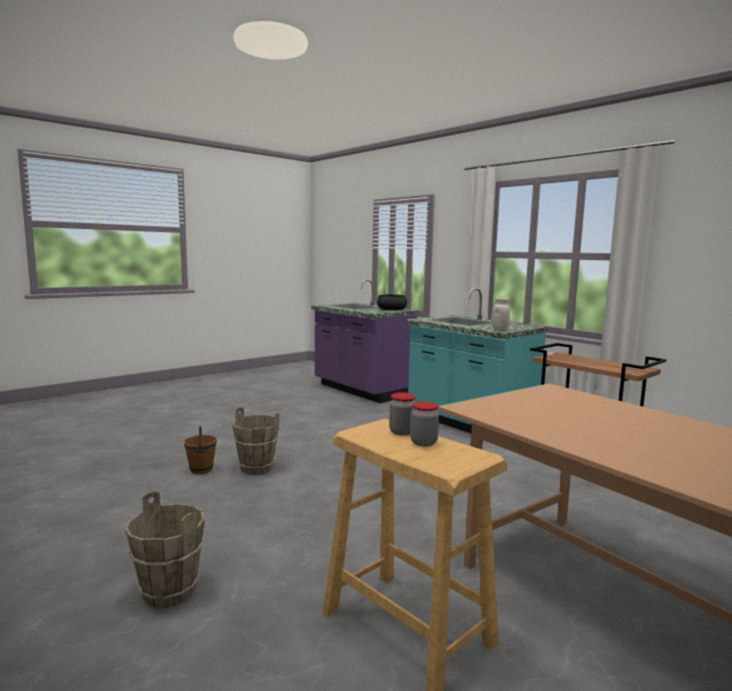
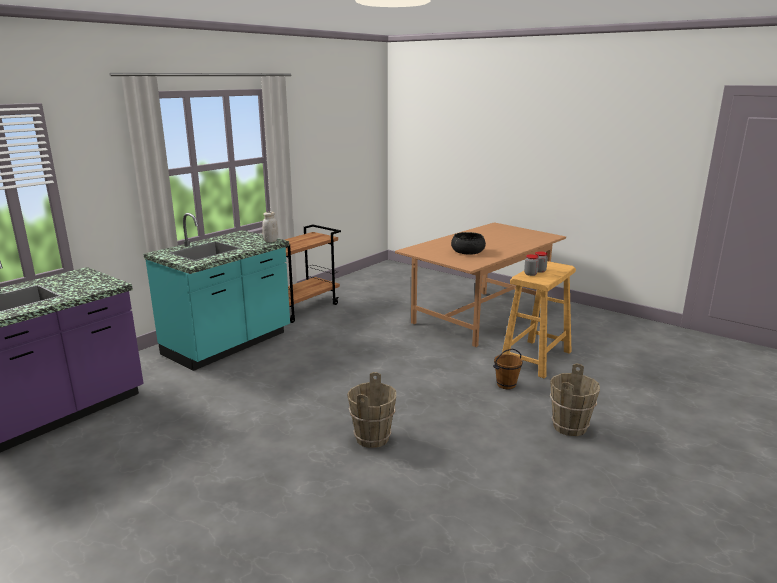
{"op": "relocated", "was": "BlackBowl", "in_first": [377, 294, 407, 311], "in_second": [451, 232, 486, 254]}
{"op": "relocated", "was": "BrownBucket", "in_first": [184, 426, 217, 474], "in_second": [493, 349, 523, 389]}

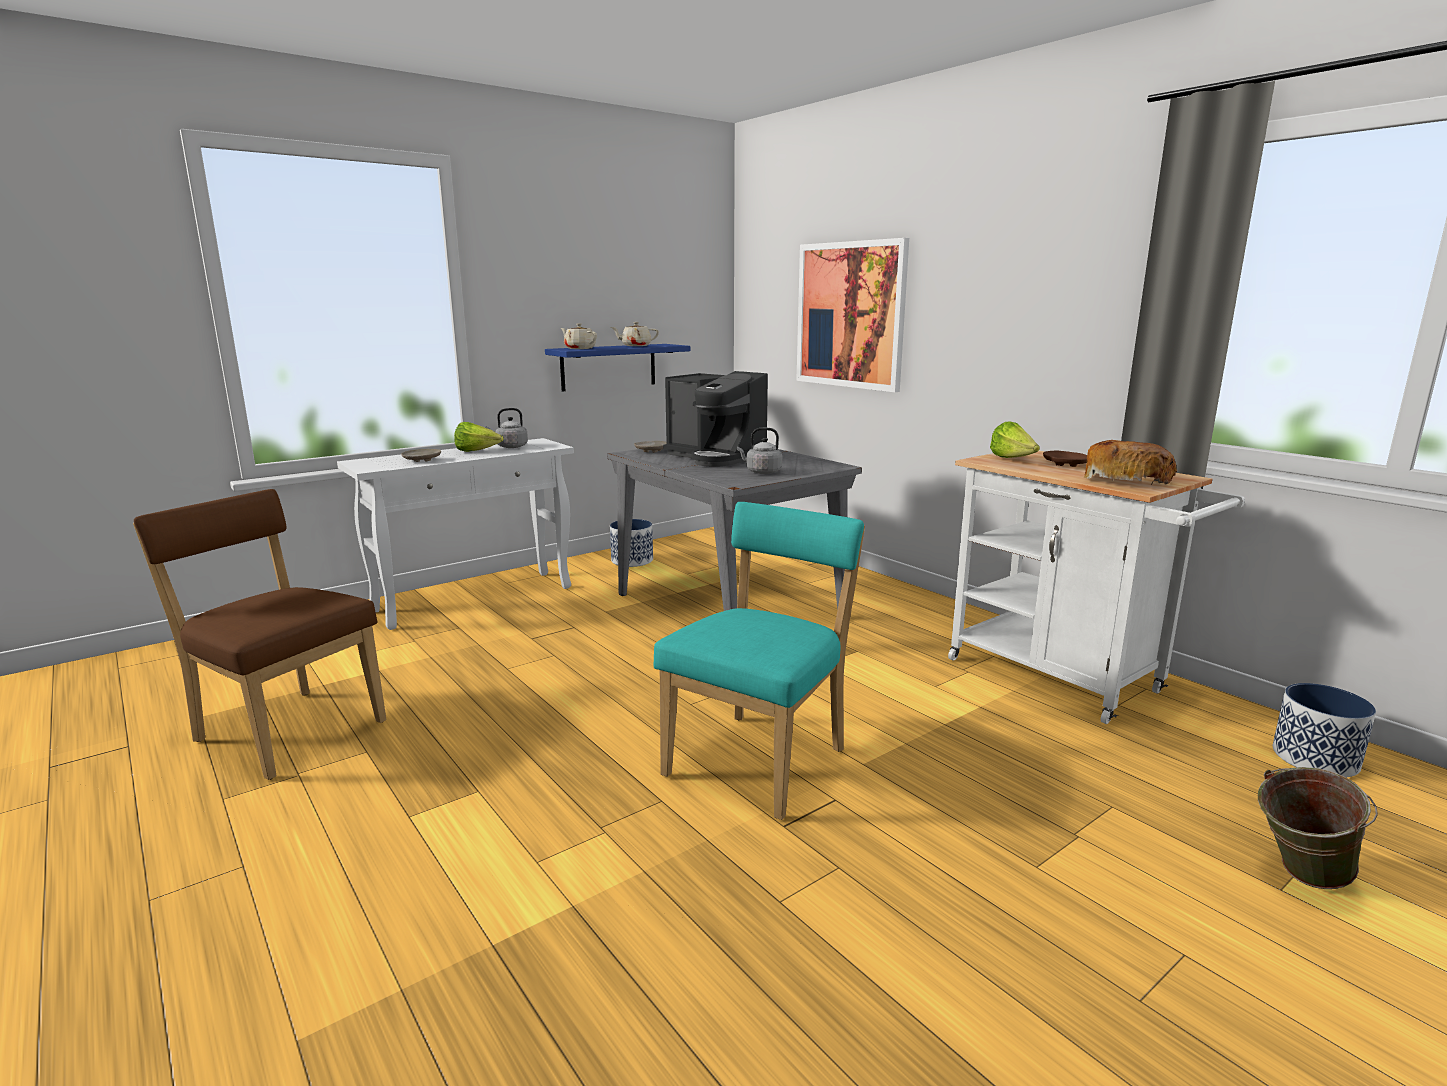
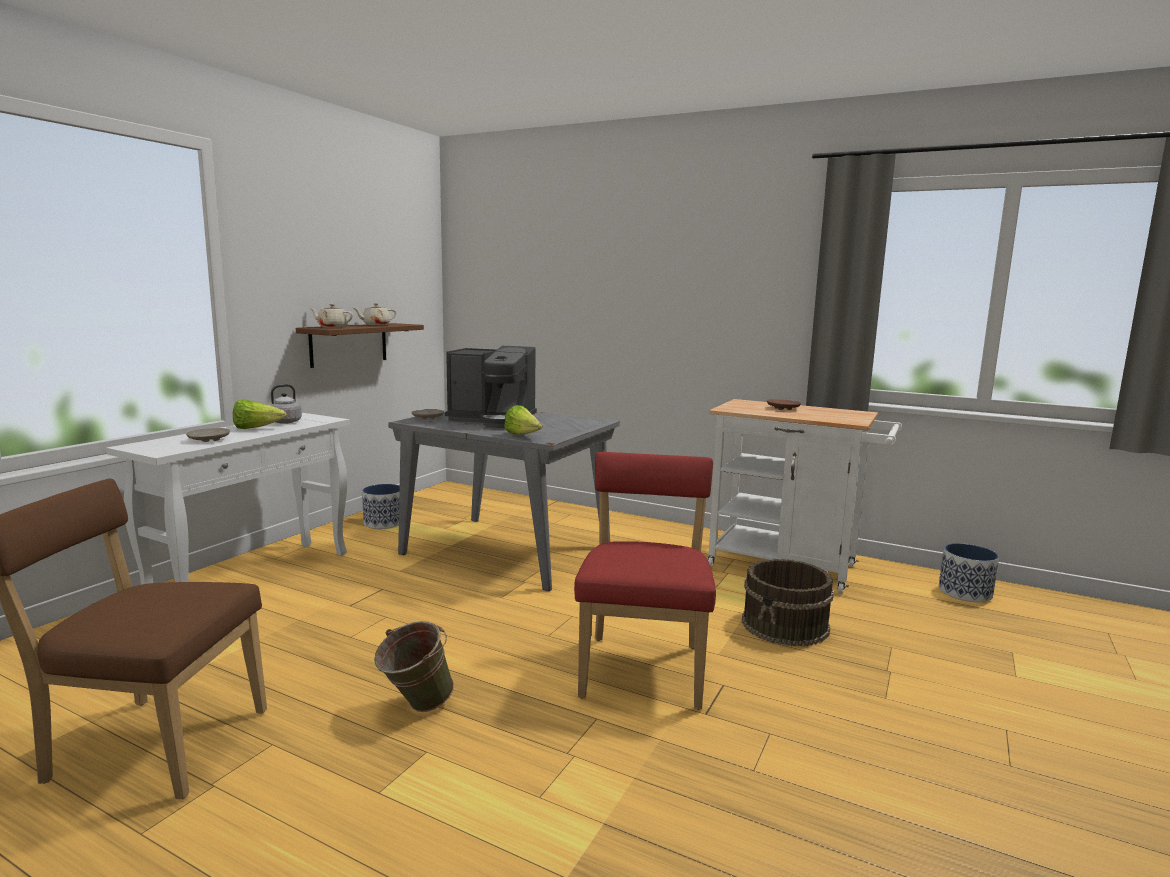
{"op": "colour", "was": "BlueShelf", "now": "BrownShelf", "in_first": [545, 344, 690, 392], "in_second": [296, 323, 424, 368]}
{"op": "relocated", "was": "GreenBucket", "in_first": [1258, 767, 1378, 889], "in_second": [374, 621, 454, 712]}
{"op": "relocated", "was": "Lettuce", "in_first": [990, 421, 1040, 458], "in_second": [504, 405, 542, 435]}
{"op": "colour", "was": "TurquoiseChair", "now": "RedChair", "in_first": [653, 502, 865, 820], "in_second": [574, 452, 716, 710]}
{"op": "appeared", "now": "BrownBucket", "in_second": [742, 559, 834, 646]}
{"op": "missing", "was": "GreyKettle", "in_first": [737, 428, 782, 474]}
{"op": "missing", "was": "Picture", "in_first": [796, 238, 909, 392]}
{"op": "missing", "was": "Bread", "in_first": [1084, 440, 1177, 486]}

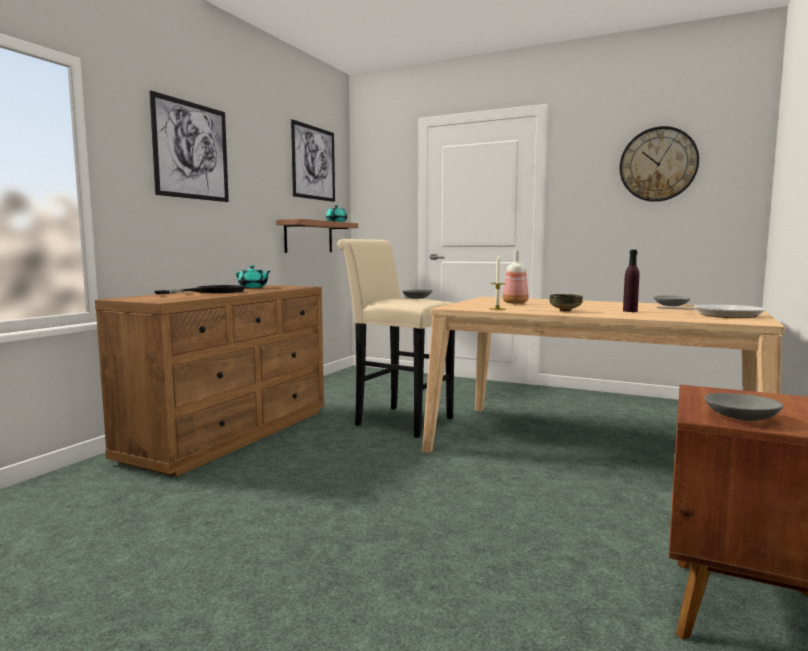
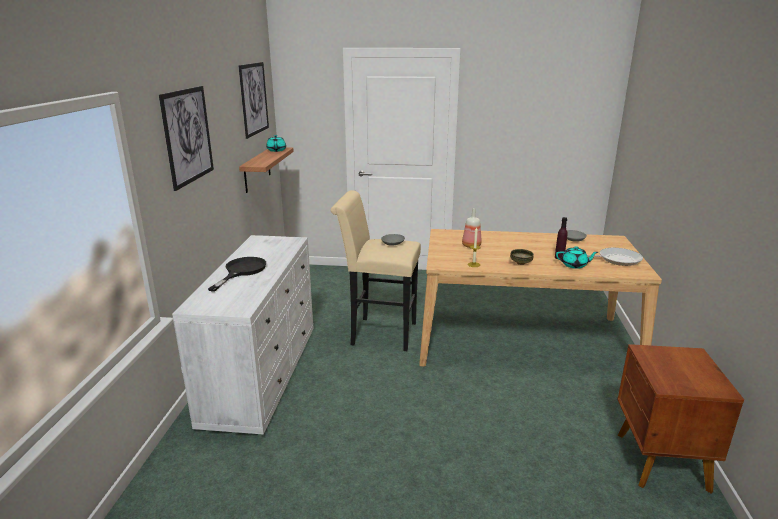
{"op": "colour", "was": "BrownDresser", "now": "WhiteDresser", "in_first": [95, 285, 324, 477], "in_second": [172, 235, 314, 434]}
{"op": "relocated", "was": "TurquoiseTeapot", "in_first": [236, 265, 270, 288], "in_second": [556, 247, 598, 269]}
{"op": "missing", "was": "WallClock", "in_first": [619, 126, 699, 202]}
{"op": "missing", "was": "GreyBowl", "in_first": [705, 393, 783, 421]}

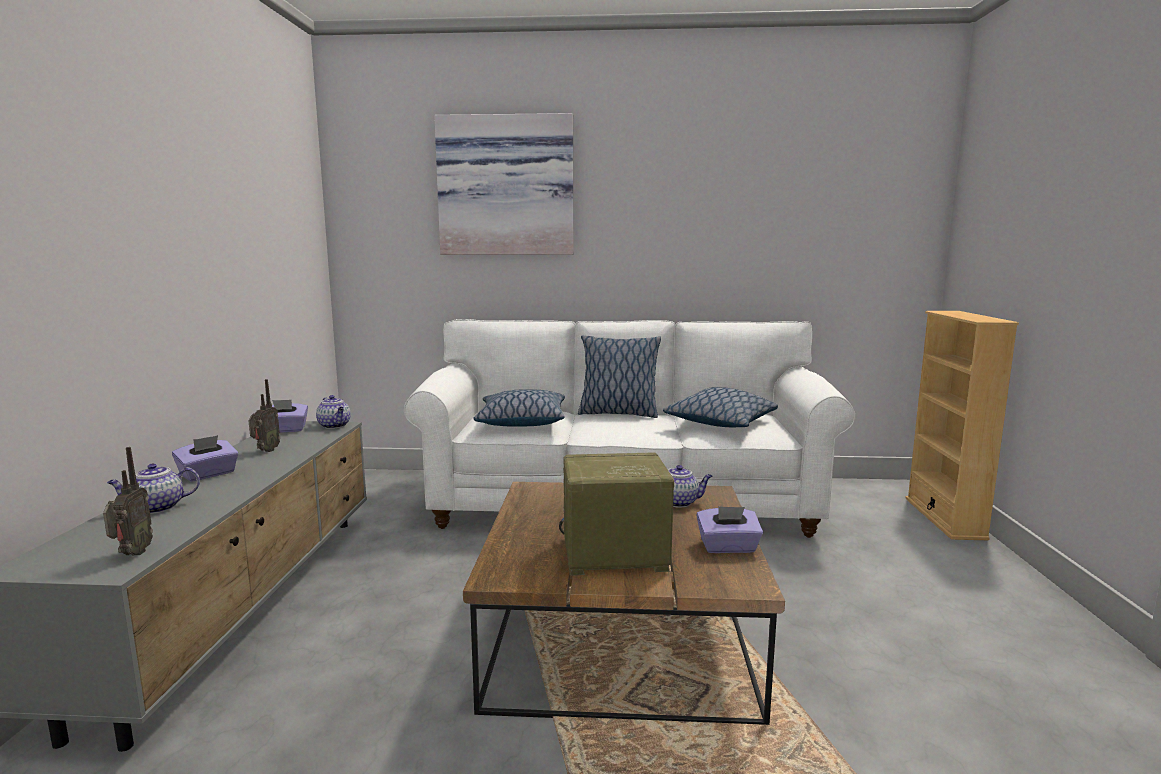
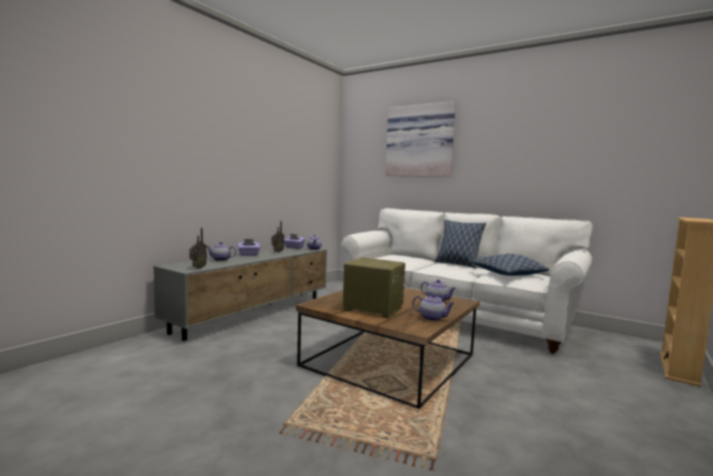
{"op": "exchanged", "was": "PurpleTissueBox", "now": "Teapot", "in_first": [696, 506, 763, 553], "in_second": [412, 294, 455, 321]}
{"op": "missing", "was": "Pillow", "in_first": [473, 389, 565, 427]}

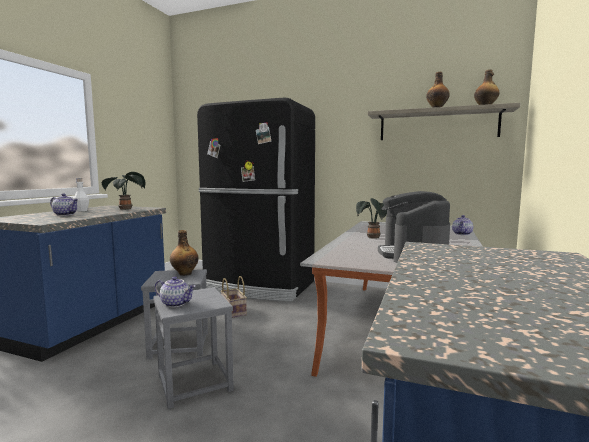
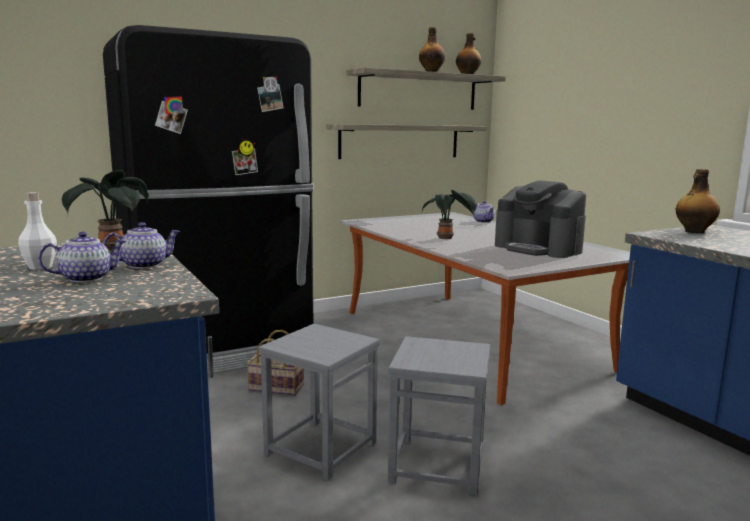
{"op": "relocated", "was": "Teapot", "in_first": [155, 276, 196, 307], "in_second": [103, 222, 180, 269]}
{"op": "appeared", "now": "Shelf", "in_second": [327, 124, 487, 159]}
{"op": "relocated", "was": "Bottle", "in_first": [170, 230, 198, 276], "in_second": [676, 169, 720, 233]}

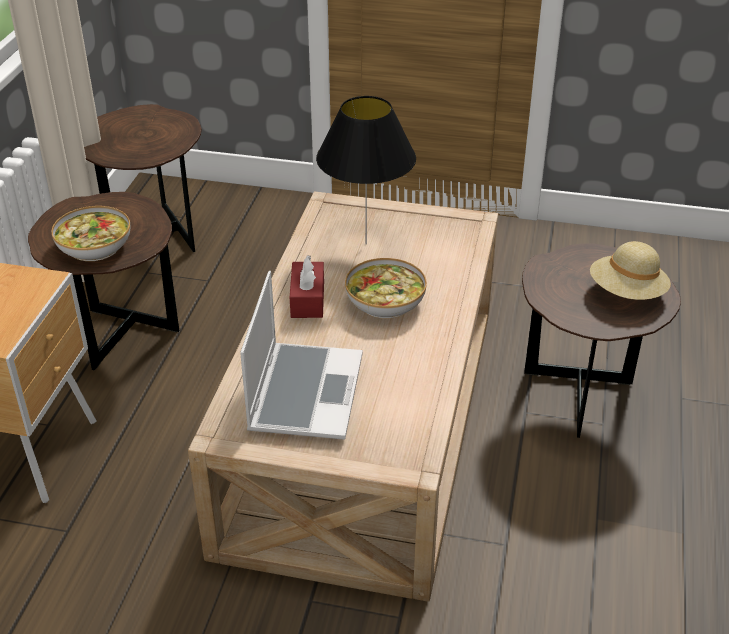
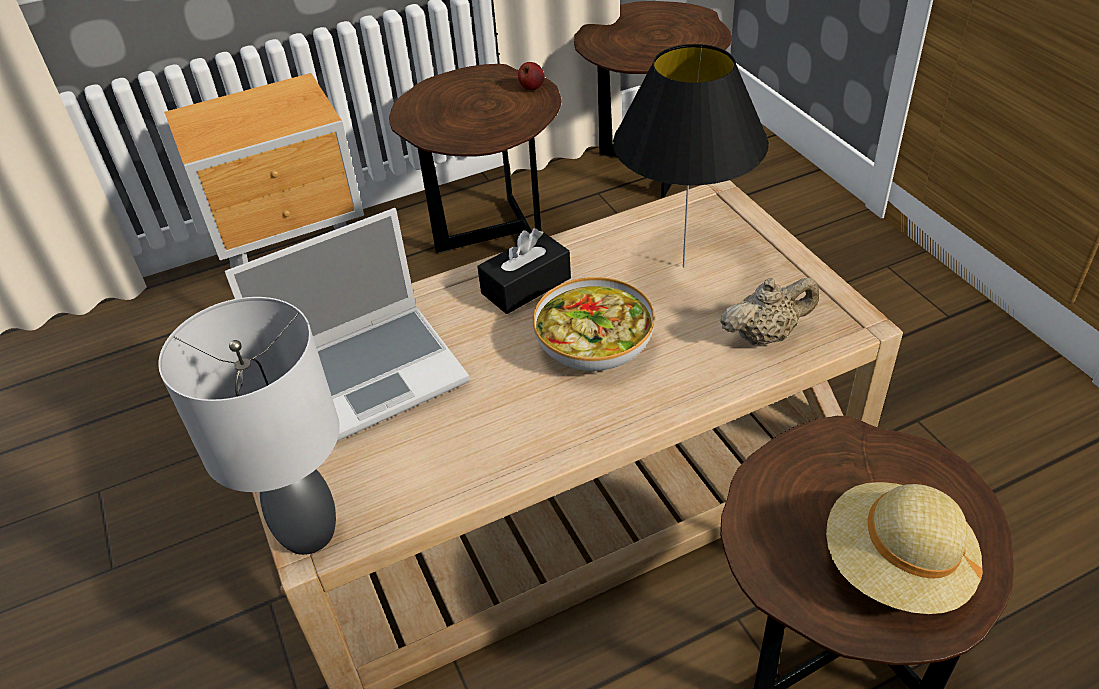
{"op": "appeared", "now": "GreyTableLamp", "in_second": [158, 297, 340, 555]}
{"op": "colour", "was": "RedTissueBox", "now": "BlackTissueBox", "in_first": [290, 255, 324, 318], "in_second": [477, 228, 571, 314]}
{"op": "appeared", "now": "Apple", "in_second": [518, 62, 545, 91]}
{"op": "appeared", "now": "BeigeTeapot", "in_second": [720, 278, 819, 345]}
{"op": "missing", "was": "Bowl", "in_first": [51, 206, 130, 261]}

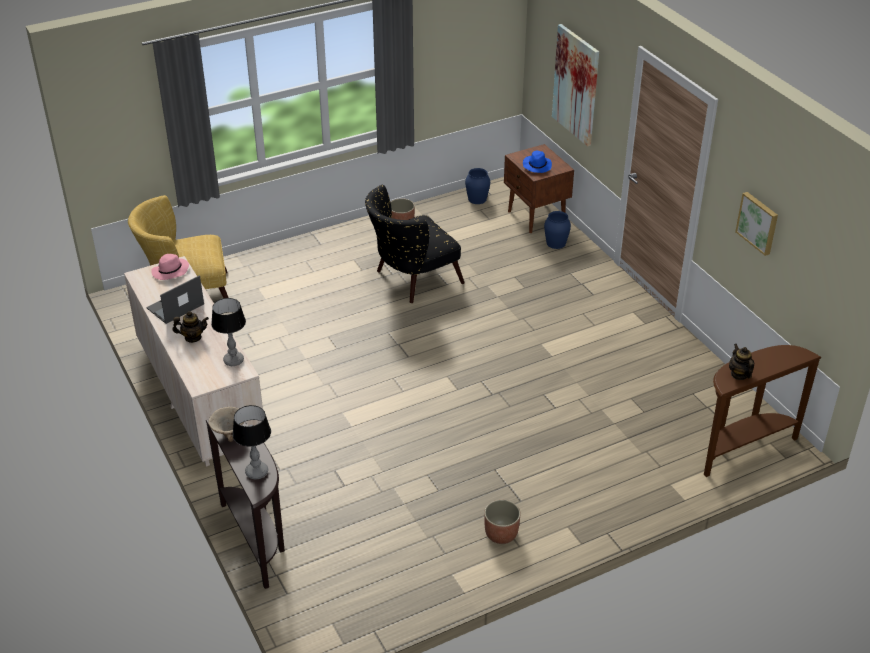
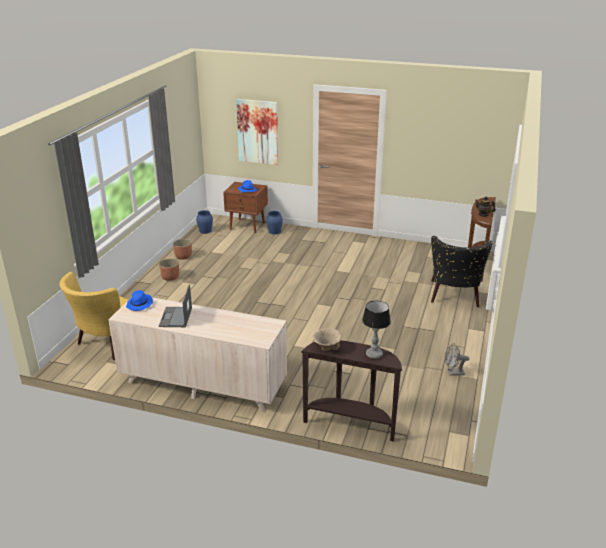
{"op": "colour", "was": "PinkHat", "now": "BlueHat", "in_first": [152, 254, 189, 280], "in_second": [126, 290, 153, 311]}
{"op": "relocated", "was": "Planter", "in_first": [484, 500, 521, 544], "in_second": [159, 259, 179, 281]}
{"op": "relocated", "was": "BlackArmchair", "in_first": [365, 185, 465, 303], "in_second": [431, 236, 493, 307]}
{"op": "appeared", "now": "GreyFan", "in_second": [445, 343, 470, 376]}
{"op": "missing", "was": "Teapot", "in_first": [172, 311, 209, 343]}
{"op": "missing", "was": "TableLamp", "in_first": [211, 298, 246, 366]}
{"op": "missing", "was": "Picture", "in_first": [735, 192, 778, 256]}

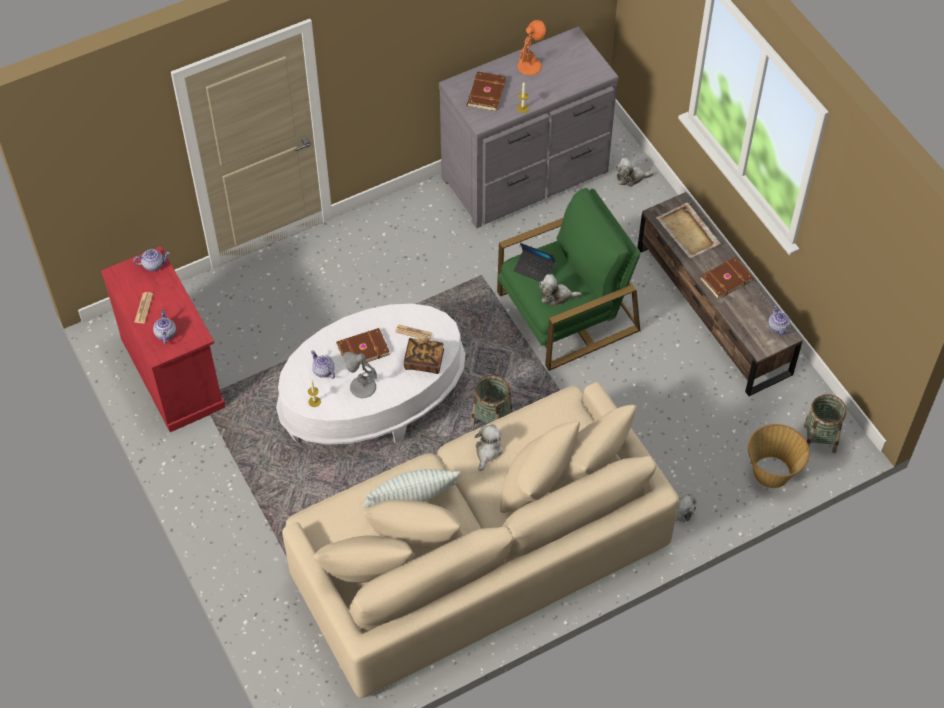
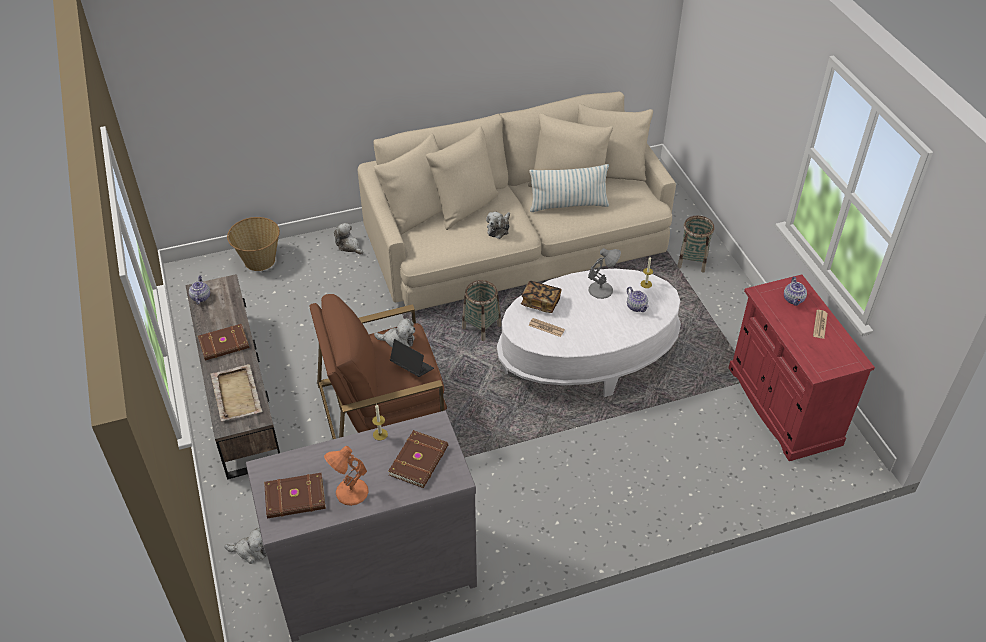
{"op": "relocated", "was": "BrownBook", "in_first": [336, 328, 390, 364], "in_second": [264, 473, 326, 519]}
{"op": "colour", "was": "GreenArmchair", "now": "BrownArmchair", "in_first": [497, 188, 640, 371], "in_second": [309, 294, 447, 439]}
{"op": "relocated", "was": "Basket", "in_first": [803, 394, 847, 453], "in_second": [677, 216, 714, 273]}
{"op": "missing", "was": "Teapot", "in_first": [133, 249, 170, 271]}

